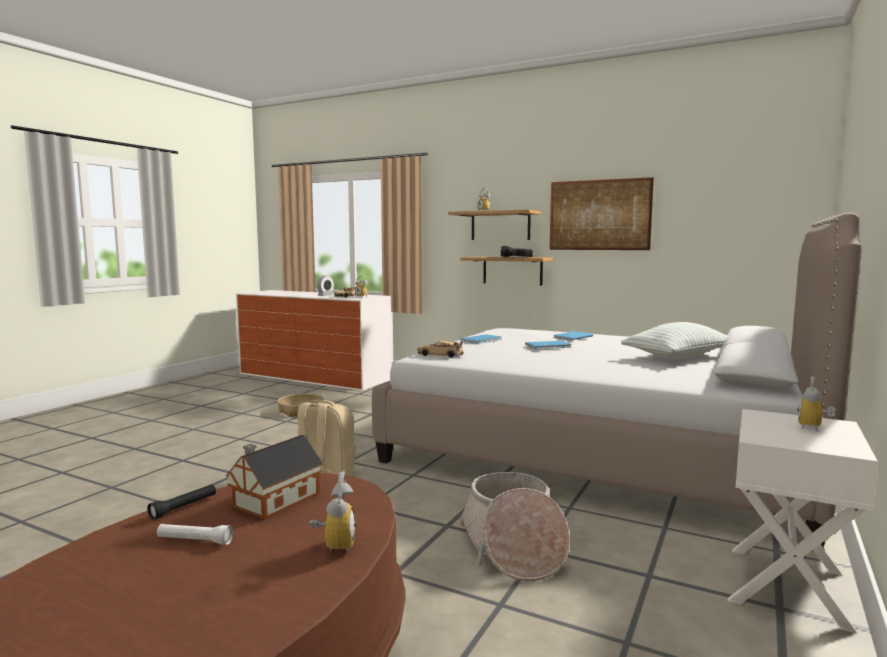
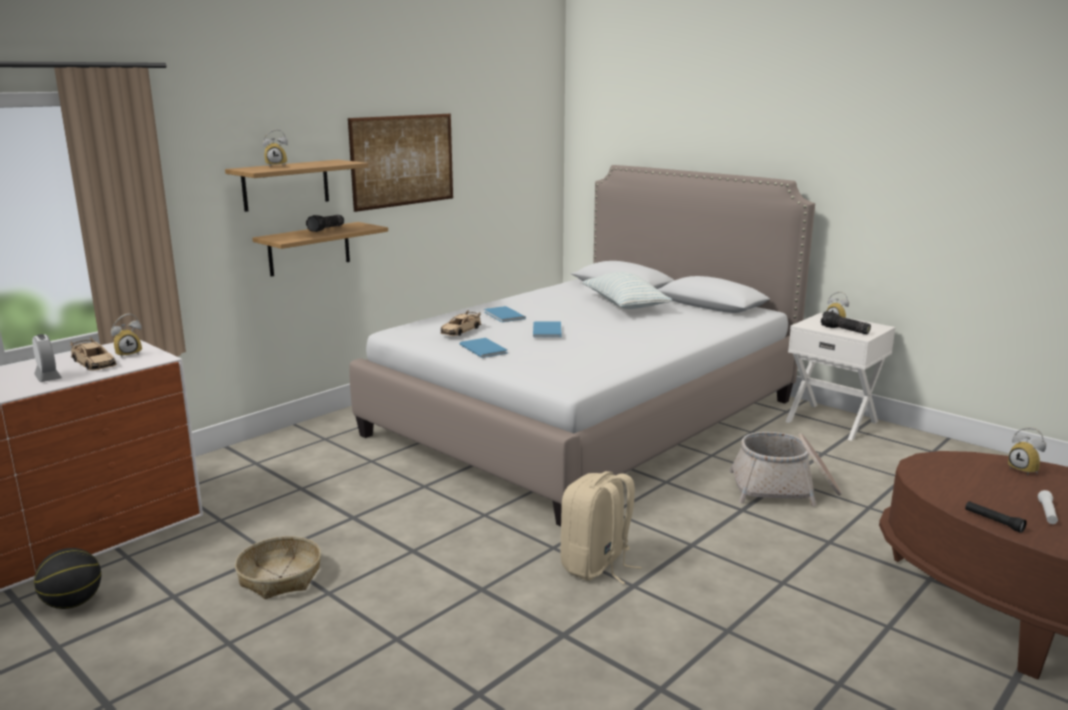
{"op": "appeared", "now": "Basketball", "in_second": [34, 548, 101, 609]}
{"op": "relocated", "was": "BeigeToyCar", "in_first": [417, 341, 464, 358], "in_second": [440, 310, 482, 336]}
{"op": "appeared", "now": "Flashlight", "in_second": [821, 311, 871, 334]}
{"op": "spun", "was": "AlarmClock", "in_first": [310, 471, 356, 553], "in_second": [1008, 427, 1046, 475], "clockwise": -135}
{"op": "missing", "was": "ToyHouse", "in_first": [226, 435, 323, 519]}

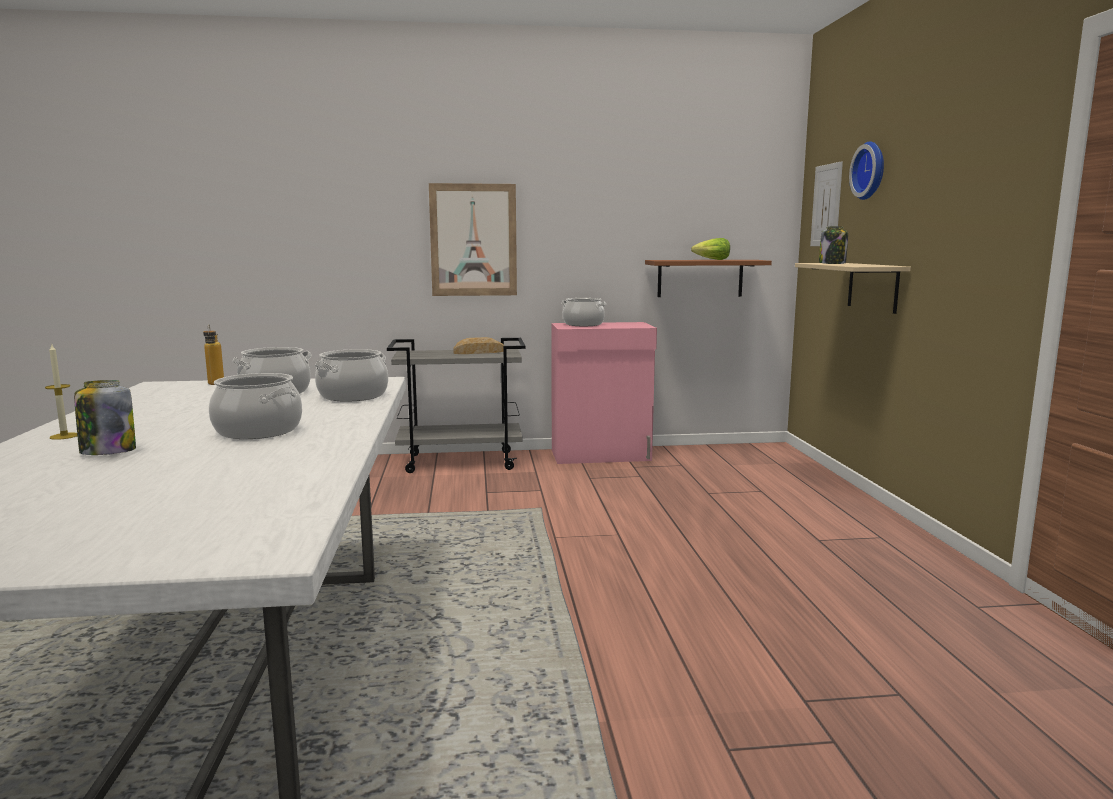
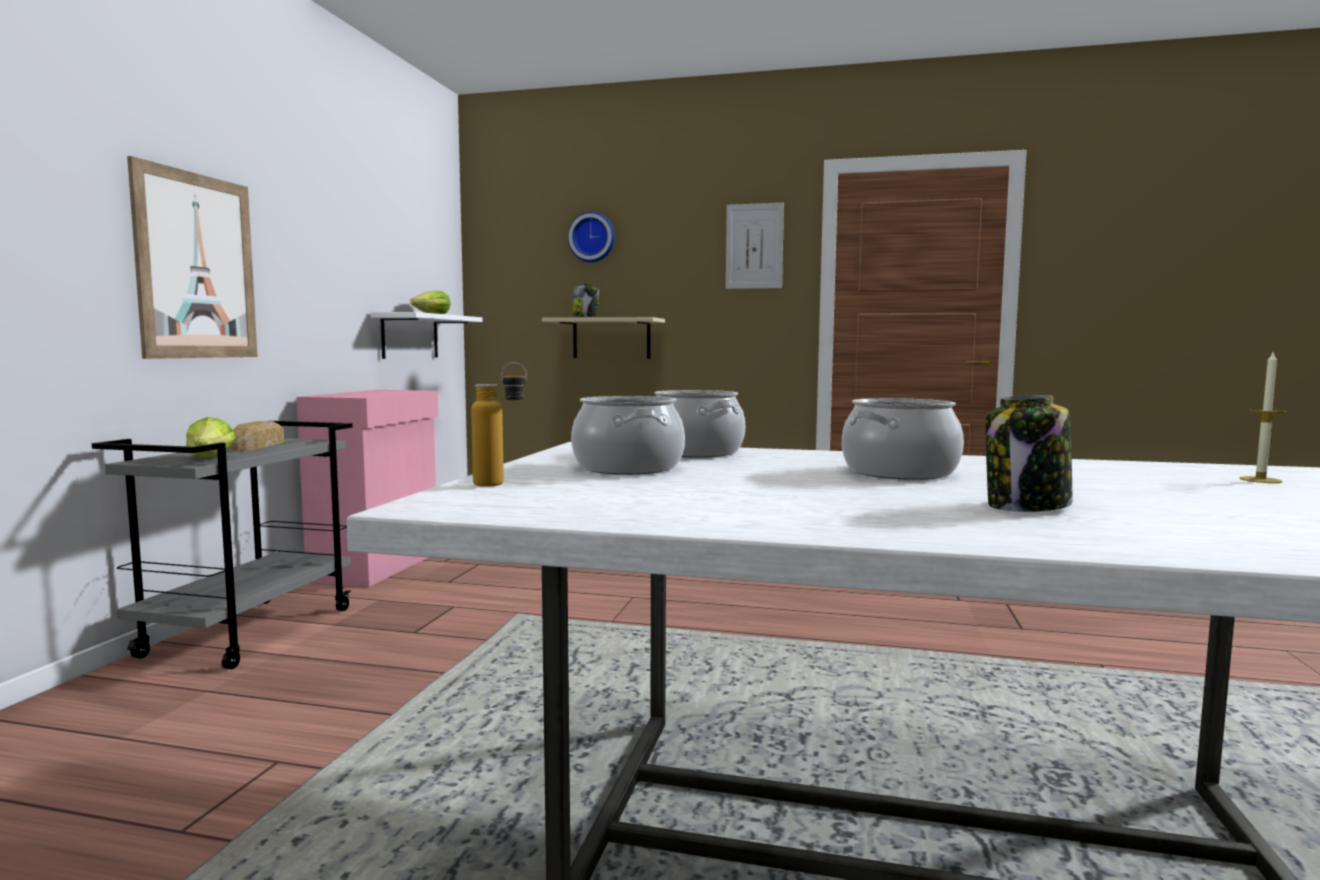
{"op": "appeared", "now": "Lettuce", "in_second": [186, 417, 236, 458]}
{"op": "colour", "was": "BrownShelf", "now": "WhiteShelf", "in_first": [645, 260, 772, 297], "in_second": [370, 312, 483, 359]}
{"op": "relocated", "was": "Picture", "in_first": [810, 161, 843, 246], "in_second": [726, 203, 784, 289]}
{"op": "relocated", "was": "Candle", "in_first": [45, 345, 77, 440], "in_second": [1240, 352, 1286, 483]}
{"op": "missing", "was": "CookingPot", "in_first": [561, 298, 606, 326]}

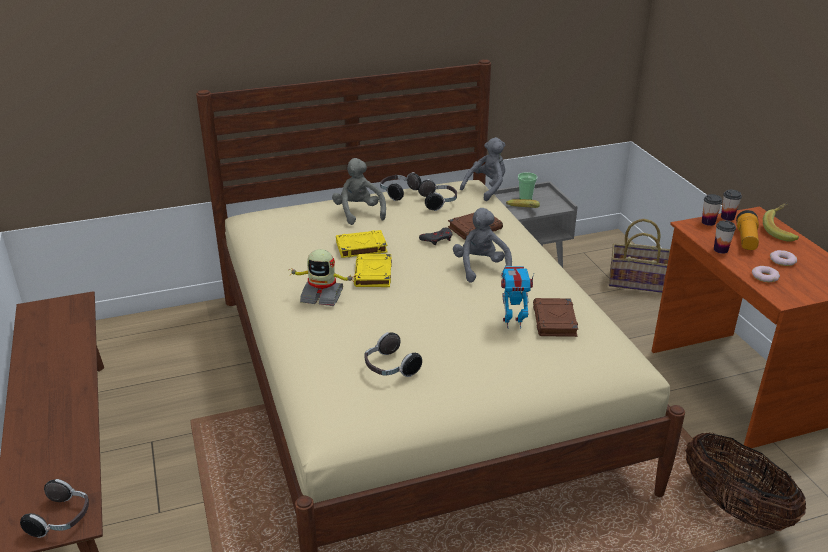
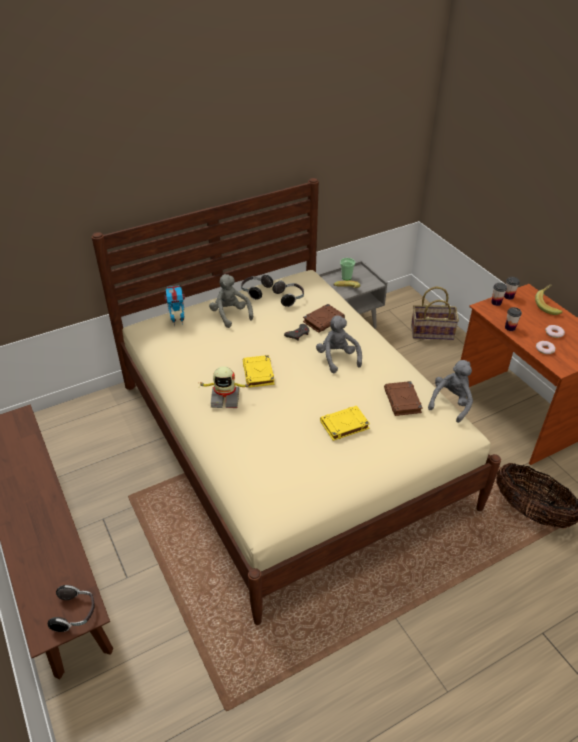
{"op": "relocated", "was": "ToyRobot", "in_first": [501, 266, 534, 329], "in_second": [164, 286, 185, 326]}
{"op": "relocated", "was": "YellowBook", "in_first": [336, 230, 388, 258], "in_second": [320, 406, 370, 441]}
{"op": "relocated", "was": "GreyPlushToy", "in_first": [460, 137, 505, 201], "in_second": [428, 360, 473, 423]}
{"op": "missing", "was": "Headphones", "in_first": [364, 332, 422, 377]}
{"op": "missing", "was": "Flashlight", "in_first": [736, 210, 759, 250]}

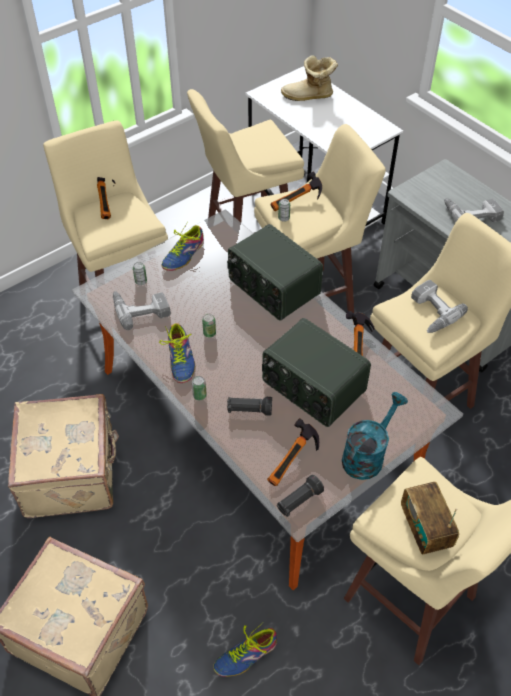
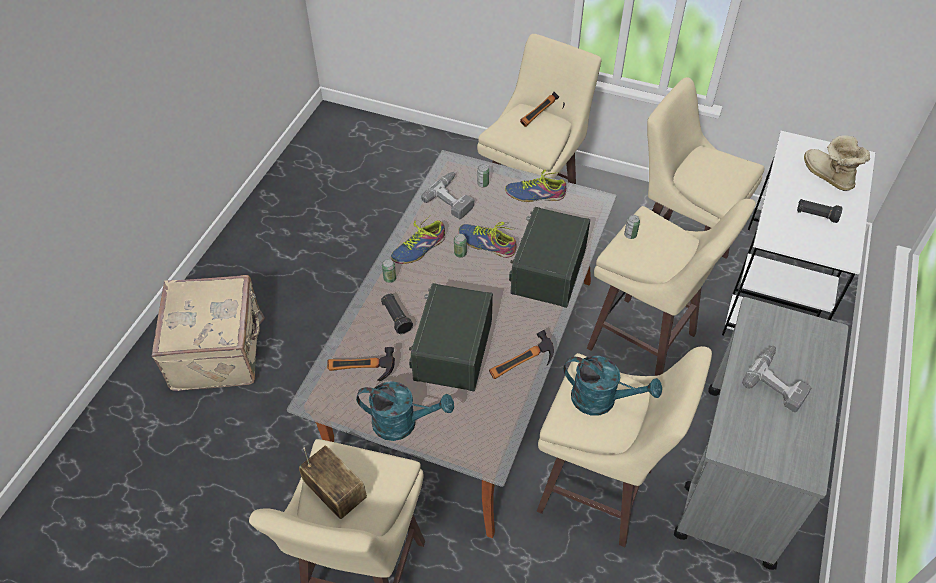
{"op": "spun", "was": "Radio", "in_first": [401, 482, 459, 555], "in_second": [299, 445, 367, 519], "clockwise": 90}
{"op": "relocated", "was": "Shoe", "in_first": [213, 622, 277, 677], "in_second": [458, 222, 516, 258]}
{"op": "exchanged", "was": "PowerDrill", "now": "TurquoiseWateringCan", "in_first": [411, 280, 468, 333], "in_second": [563, 356, 662, 415]}
{"op": "relocated", "was": "BlackFlashlight", "in_first": [277, 475, 324, 517], "in_second": [797, 199, 843, 223]}
{"op": "missing", "was": "BeigeSuitcase", "in_first": [8, 394, 119, 518]}
{"op": "missing", "was": "Hammer", "in_first": [271, 172, 322, 211]}

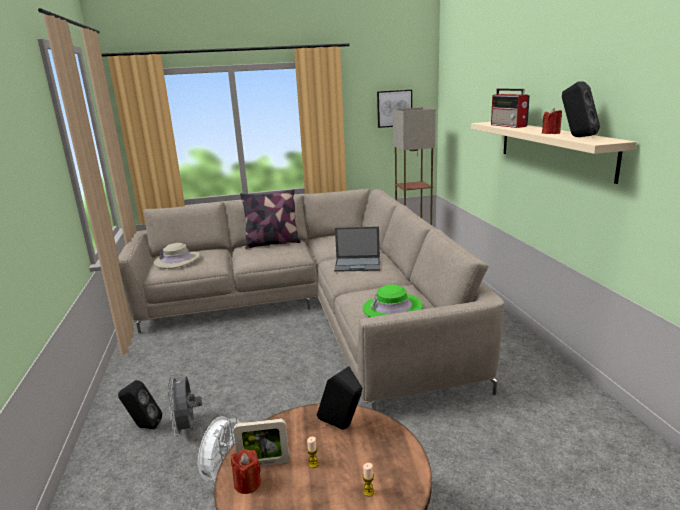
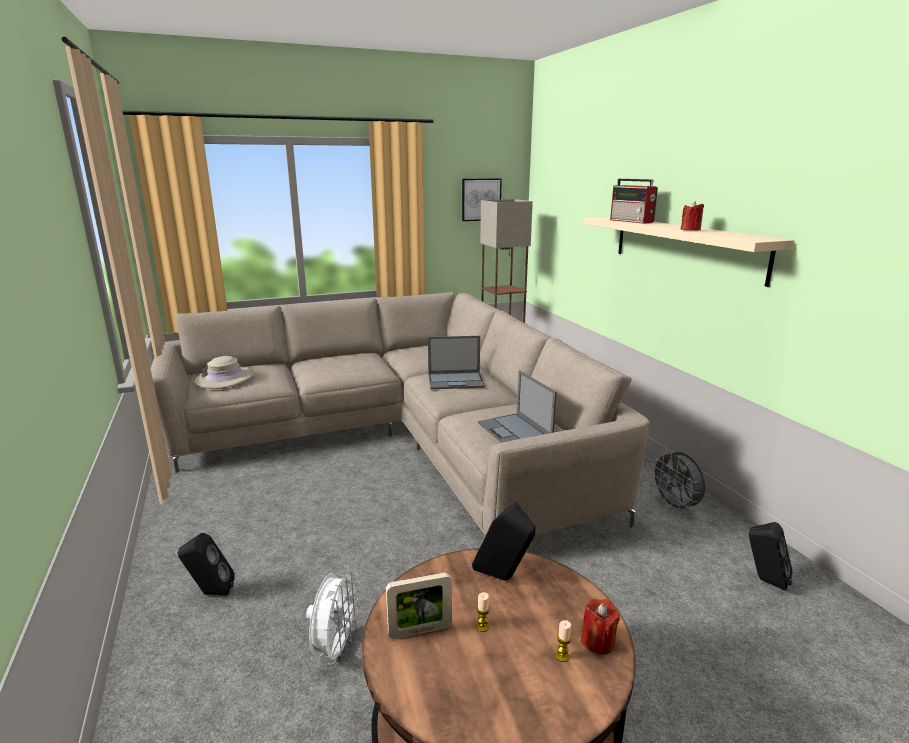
{"op": "exchanged", "was": "GreenHat", "now": "Laptop", "in_first": [363, 284, 423, 317], "in_second": [478, 371, 557, 443]}
{"op": "relocated", "was": "RedCandle", "in_first": [231, 449, 261, 494], "in_second": [581, 599, 620, 654]}
{"op": "relocated", "was": "GreyFan", "in_first": [168, 374, 202, 437], "in_second": [650, 450, 705, 513]}
{"op": "relocated", "was": "BlackSpeaker", "in_first": [562, 81, 600, 137], "in_second": [748, 522, 793, 591]}
{"op": "missing", "was": "Pillow", "in_first": [240, 189, 301, 249]}

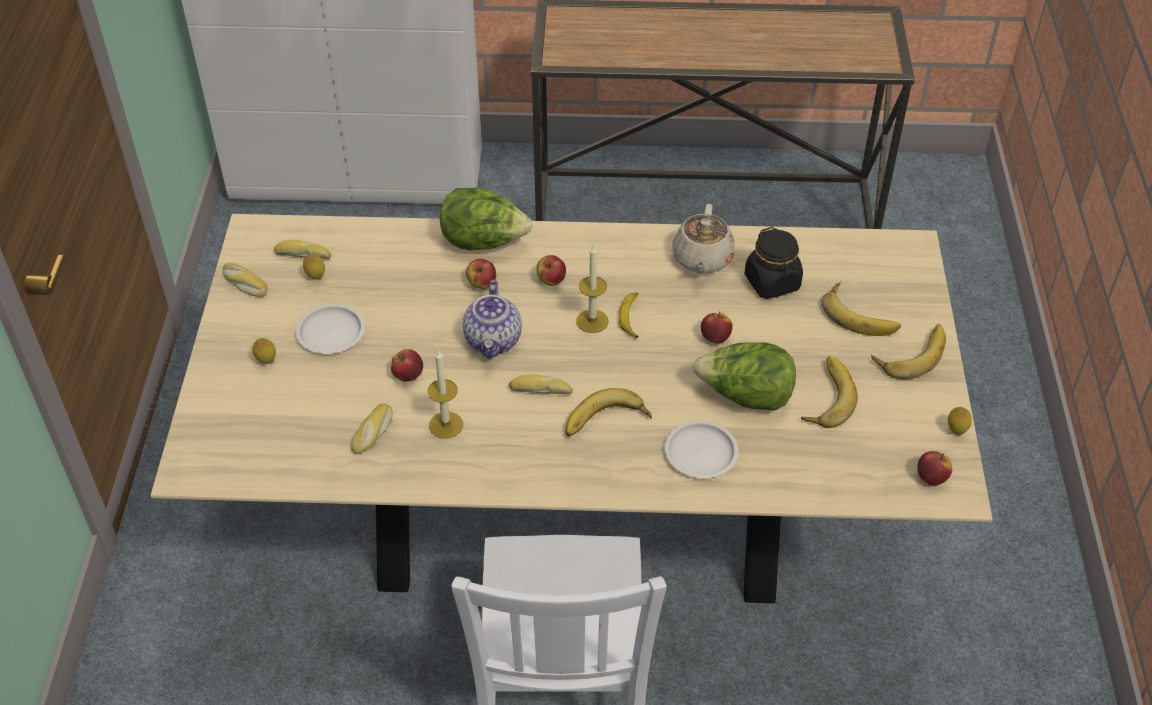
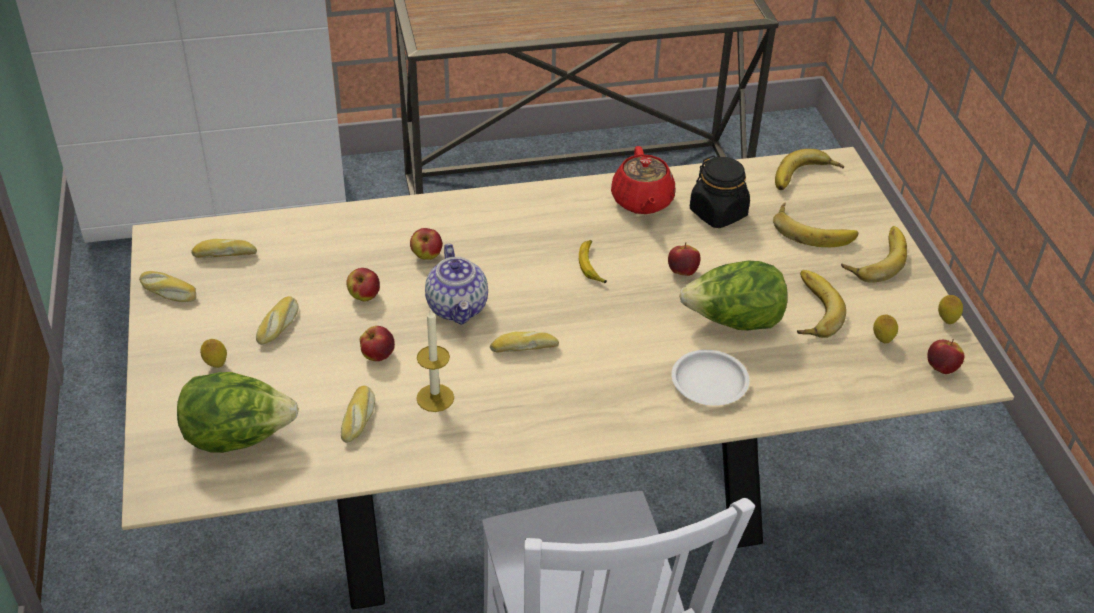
{"op": "relocated", "was": "Lettuce", "in_first": [440, 188, 532, 250], "in_second": [177, 372, 299, 453]}
{"op": "exchanged", "was": "WhitePlate", "now": "Bread", "in_first": [296, 304, 365, 354], "in_second": [256, 296, 298, 345]}
{"op": "relocated", "was": "Apple", "in_first": [536, 255, 566, 286], "in_second": [346, 268, 380, 301]}
{"op": "colour", "was": "BeigeTeapot", "now": "RedTeapot", "in_first": [672, 204, 735, 274], "in_second": [611, 146, 675, 214]}
{"op": "relocated", "was": "Banana", "in_first": [565, 388, 652, 436], "in_second": [775, 149, 844, 190]}
{"op": "relocated", "was": "Lemon", "in_first": [303, 254, 325, 280], "in_second": [873, 315, 898, 343]}
{"op": "missing", "was": "Candle", "in_first": [576, 245, 609, 333]}

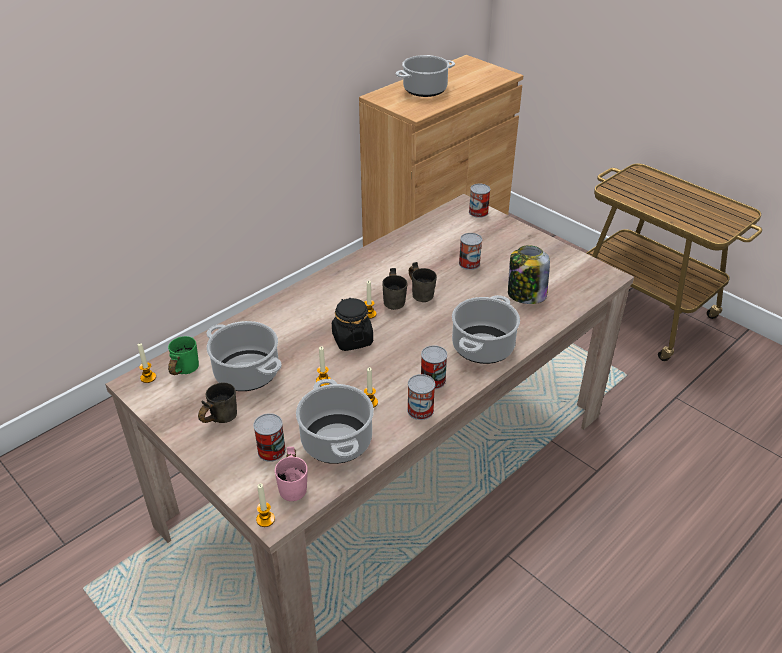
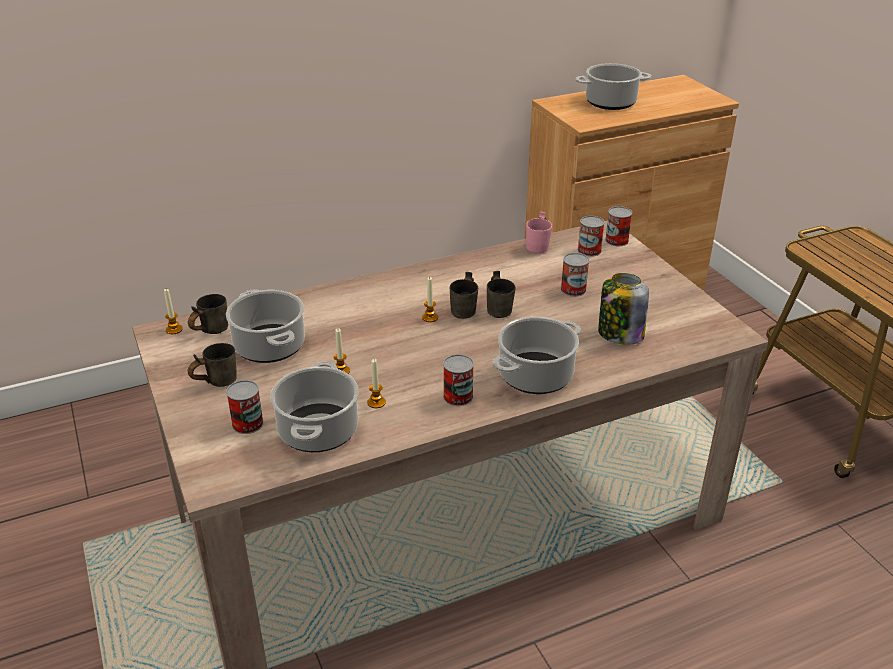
{"op": "colour", "was": "GreenMug", "now": "GreyMug", "in_first": [168, 336, 199, 375], "in_second": [188, 294, 228, 334]}
{"op": "relocated", "was": "PinkMug", "in_first": [275, 447, 308, 501], "in_second": [526, 212, 552, 253]}
{"op": "relocated", "was": "Can", "in_first": [407, 374, 435, 420], "in_second": [578, 216, 605, 257]}
{"op": "missing", "was": "Candle", "in_first": [256, 483, 275, 527]}
{"op": "missing", "was": "BlackJar", "in_first": [332, 298, 373, 351]}

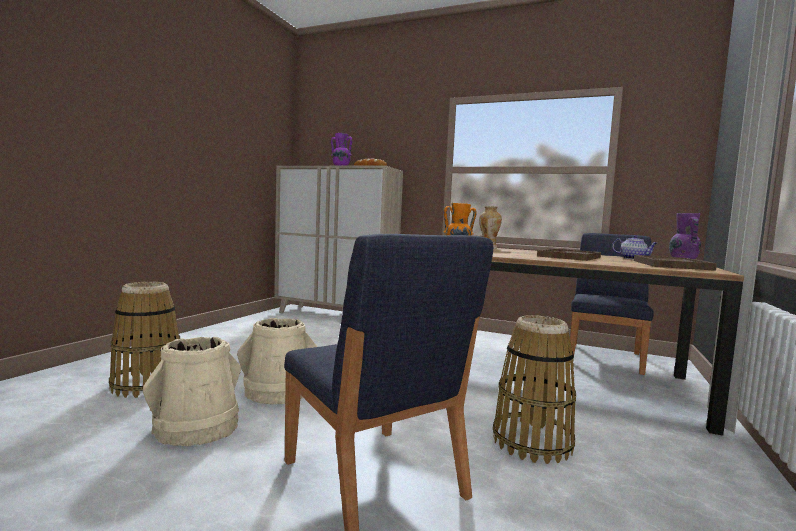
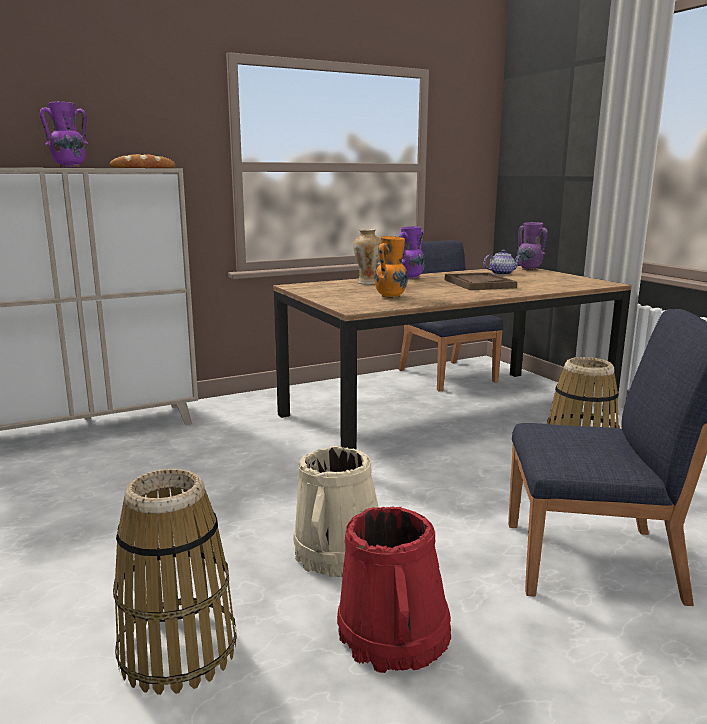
{"op": "colour", "was": "BeigeBucket", "now": "RedBucket", "in_first": [143, 337, 241, 446], "in_second": [337, 506, 451, 673]}
{"op": "appeared", "now": "PurpleVase", "in_second": [399, 227, 425, 279]}
{"op": "missing", "was": "BrownTray", "in_first": [634, 255, 717, 271]}

